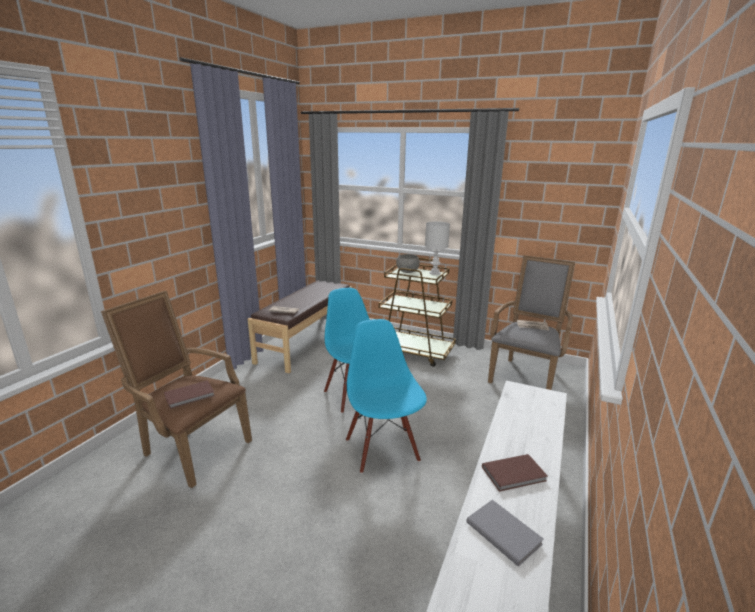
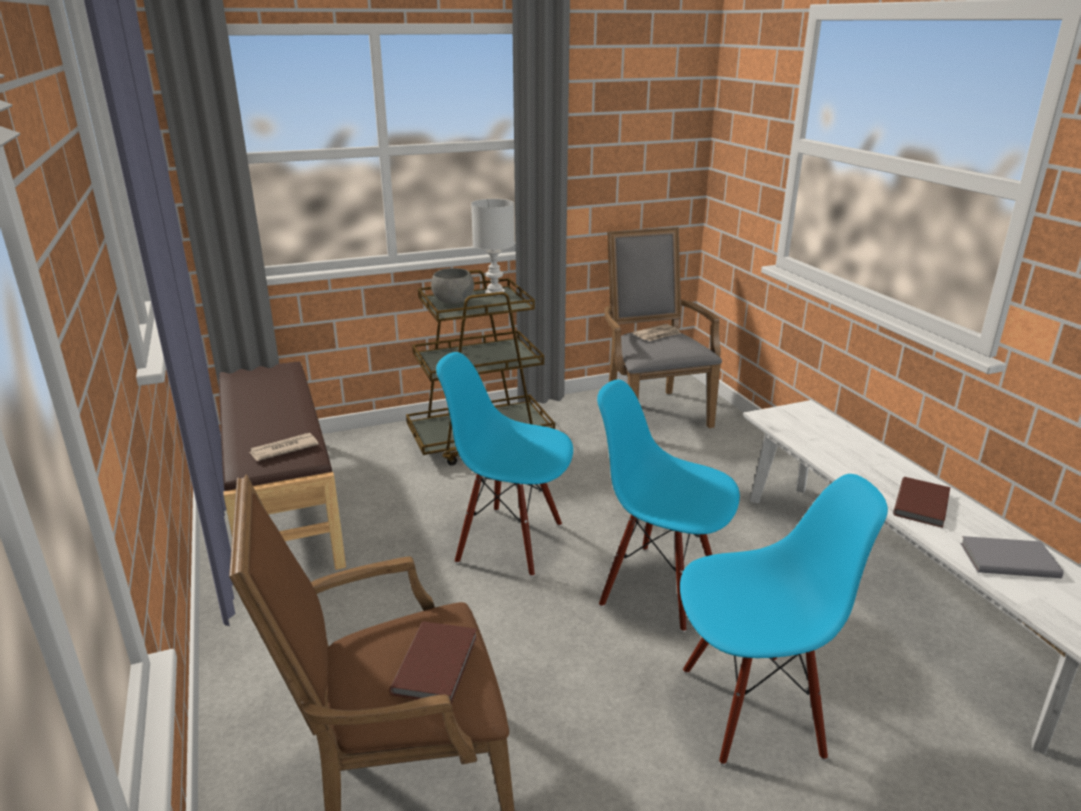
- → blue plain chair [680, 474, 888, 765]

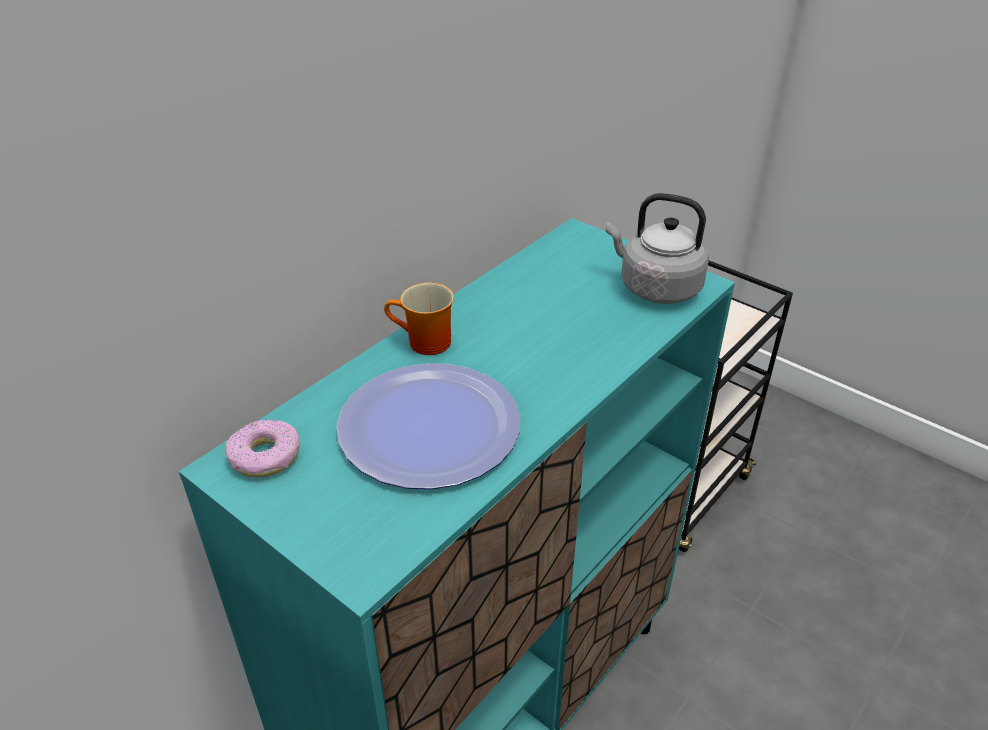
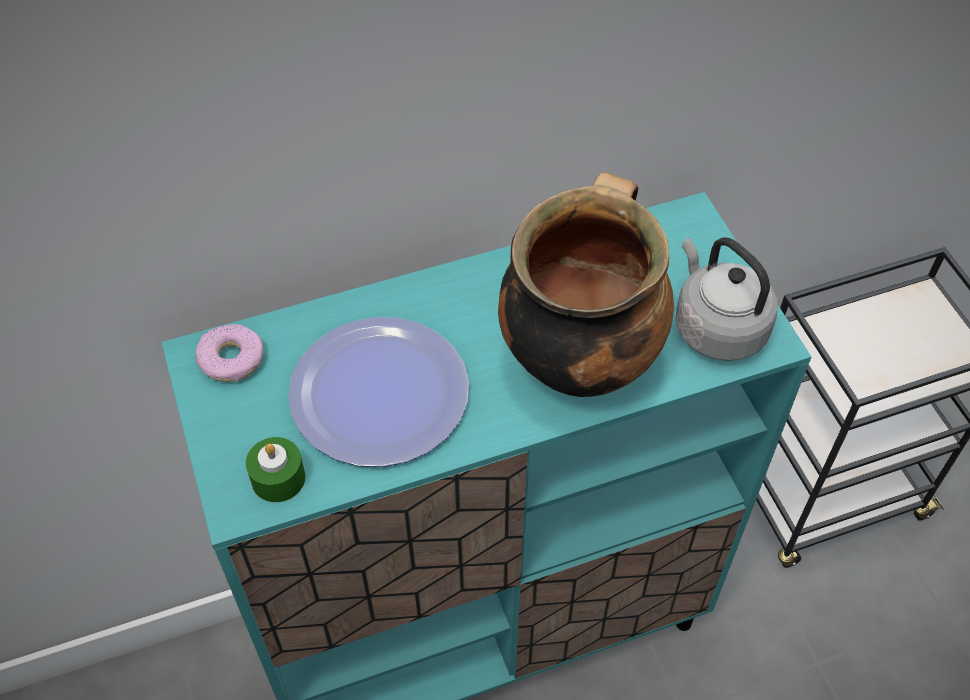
- → greenish wax candle [246, 437, 305, 502]
- → saucepot [498, 172, 674, 397]
tea mug [384, 283, 454, 355] → -

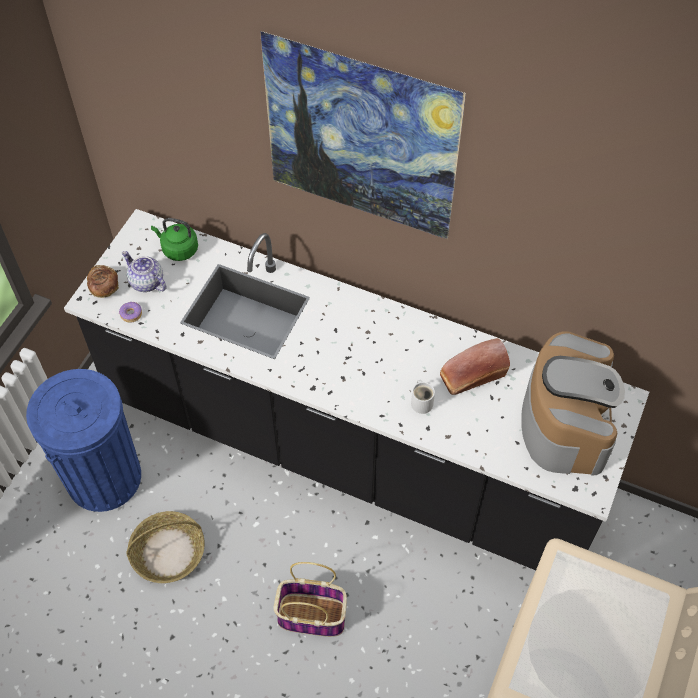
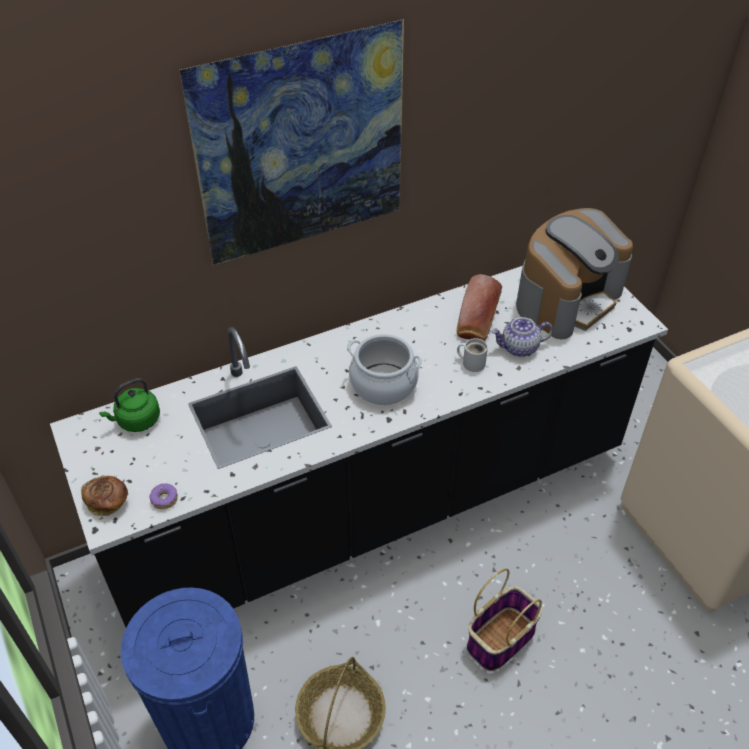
- → saucepot [347, 334, 422, 405]
teapot [122, 251, 167, 292] → teapot [491, 317, 553, 357], moved
coffee brewer [521, 331, 625, 476] → coffee brewer [516, 208, 633, 340], 90 degrees clockwise

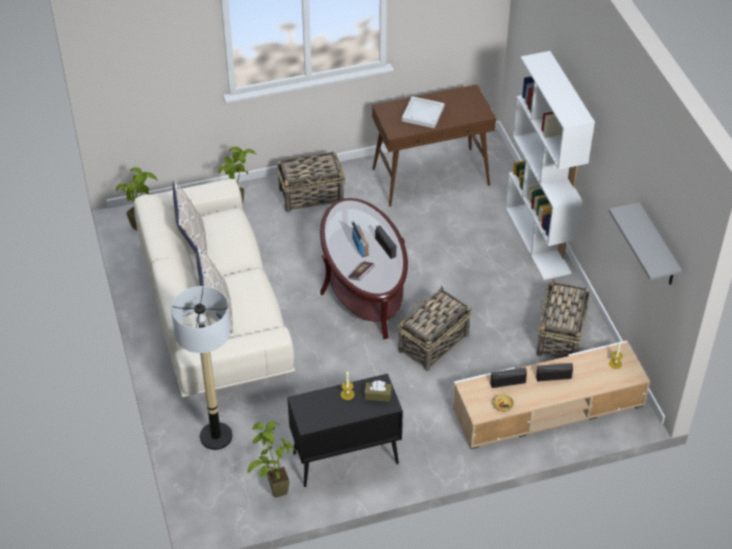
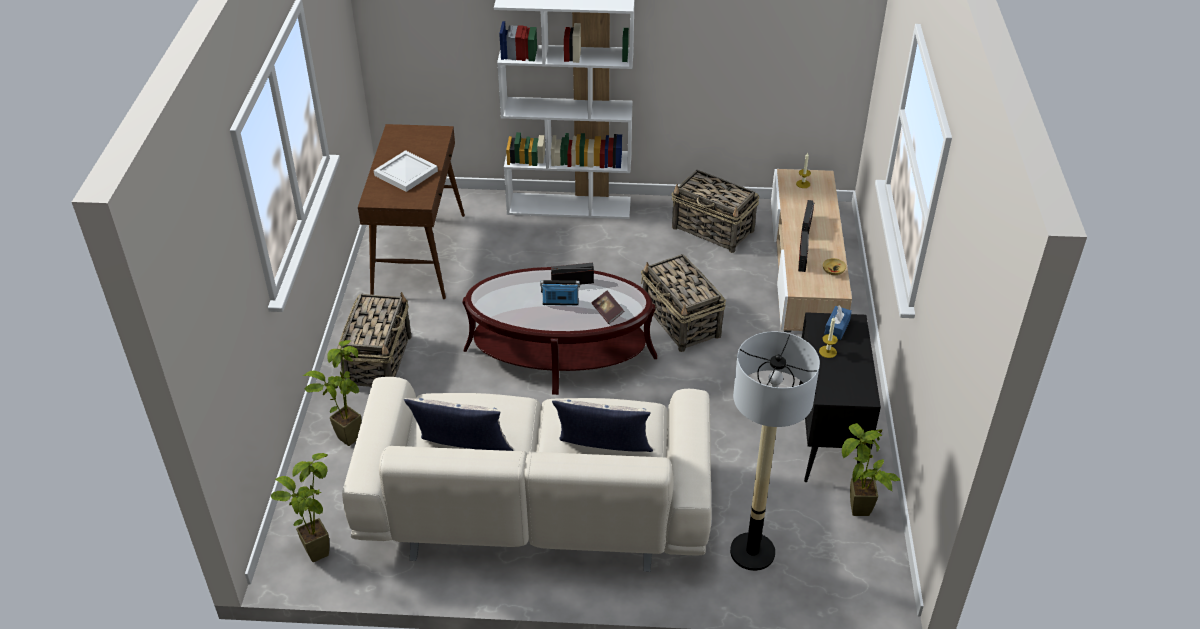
brown-coloured box of tissues [364, 381, 392, 402] → blue box of tissues [824, 305, 852, 340]
grey shelf [609, 202, 682, 285] → -

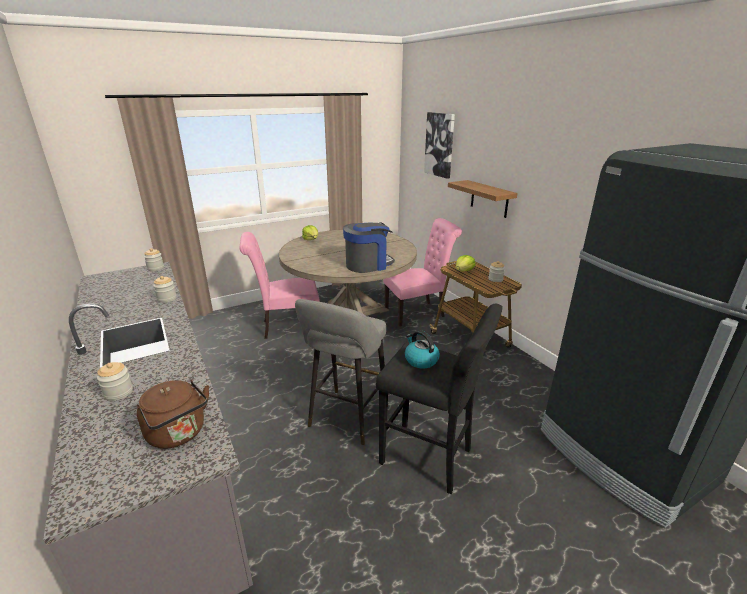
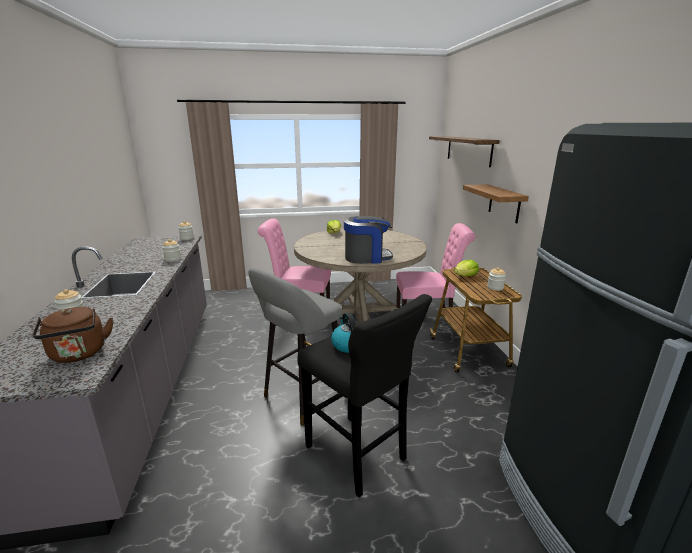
wall art [424, 112, 455, 179] → shelf [429, 136, 500, 167]

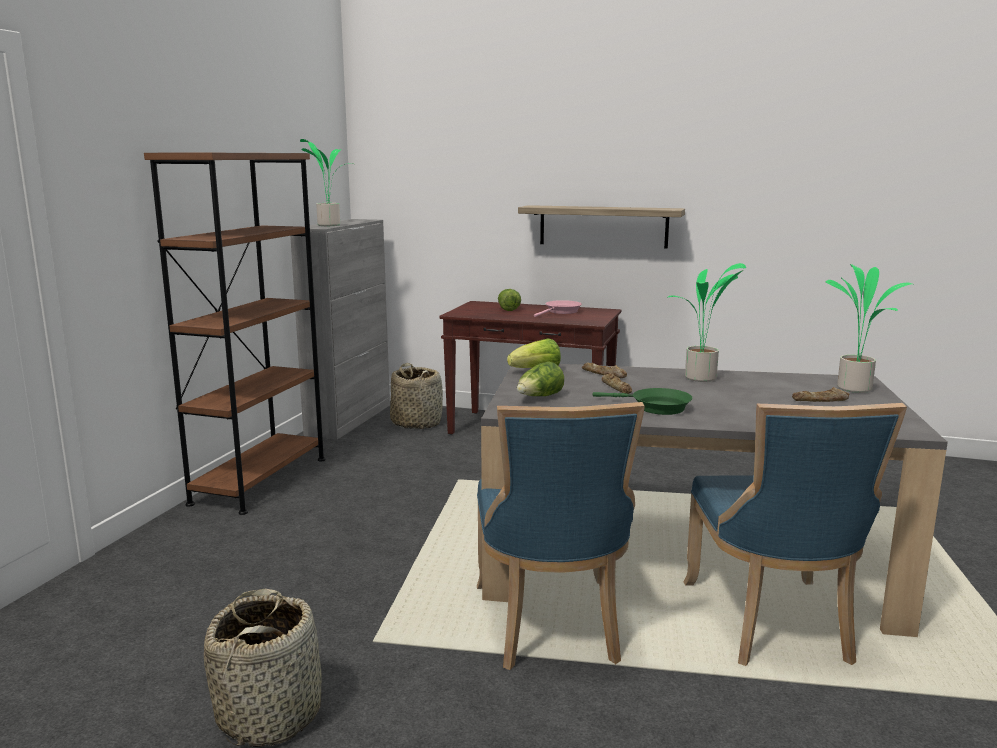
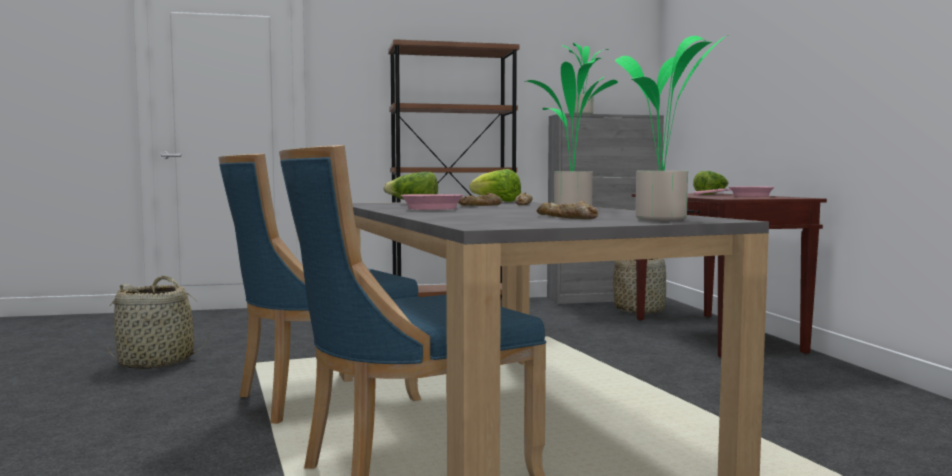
greenish frying pan [592, 388, 692, 415] → pink-coloured frying pan [401, 194, 464, 210]
shelf [518, 205, 685, 249] → -

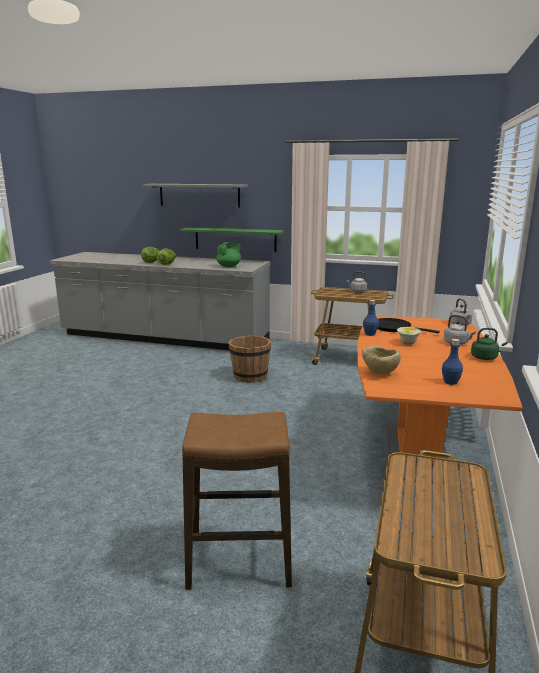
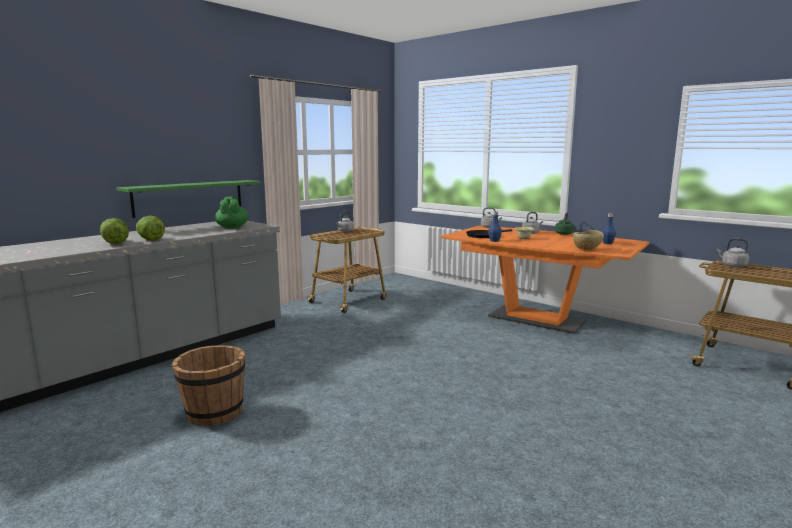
brown-coloured pail [228, 335, 271, 383] → brown-coloured pail [172, 345, 245, 426], moved
- → grey kettle [717, 239, 749, 267]
grey shelf [143, 184, 248, 207] → -
stool seat [182, 412, 292, 590] → -

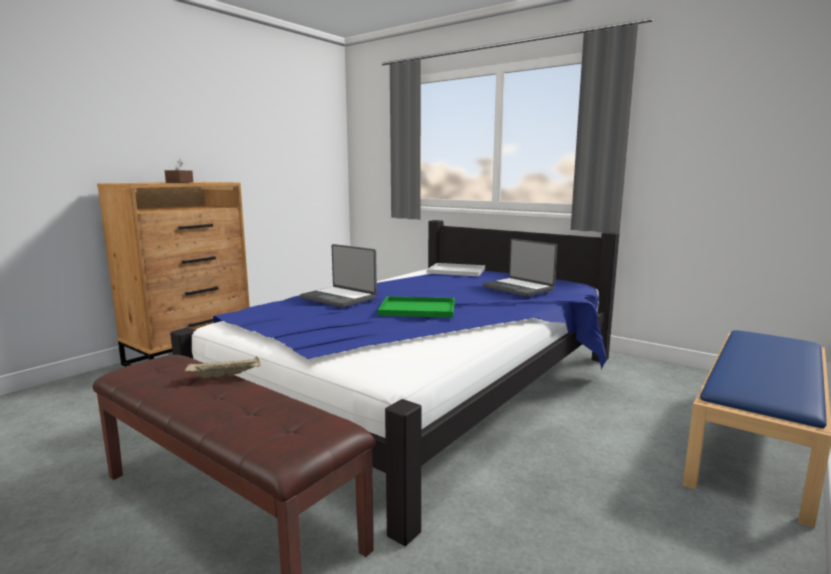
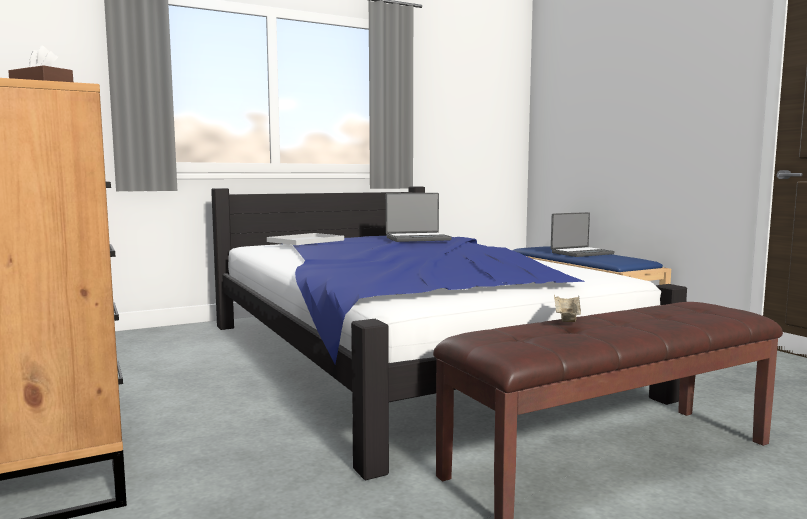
portable computer [300, 244, 377, 307] → portable computer [551, 212, 614, 257], moved
greenish serving tray [378, 296, 455, 318] → -

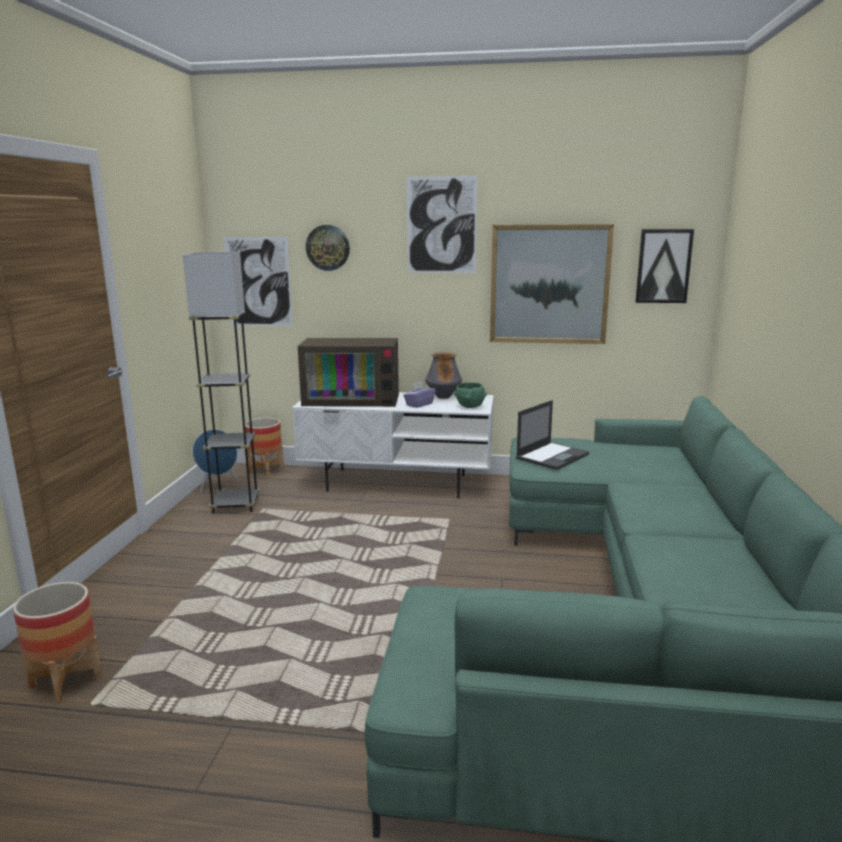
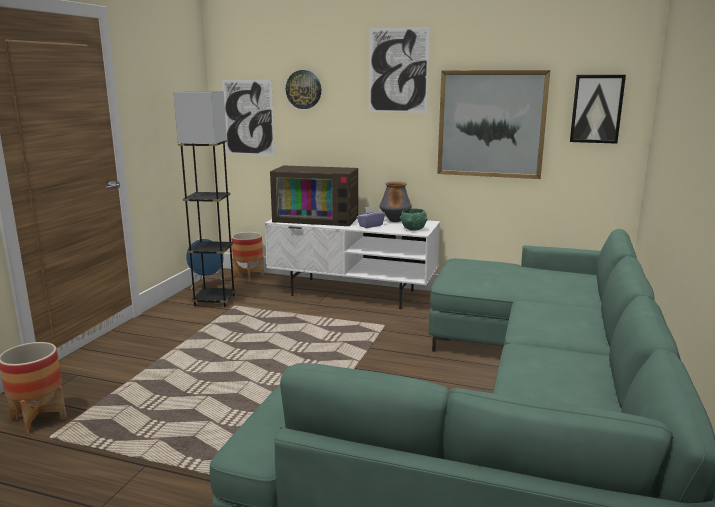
portable computer [516, 400, 589, 470] → -

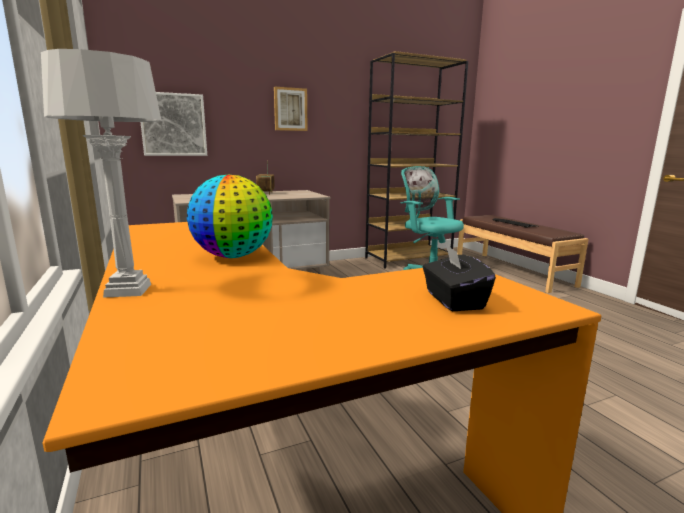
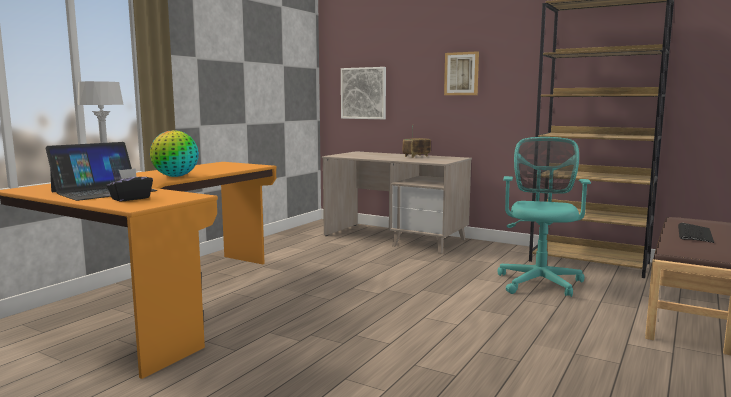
- → portable computer [45, 142, 157, 201]

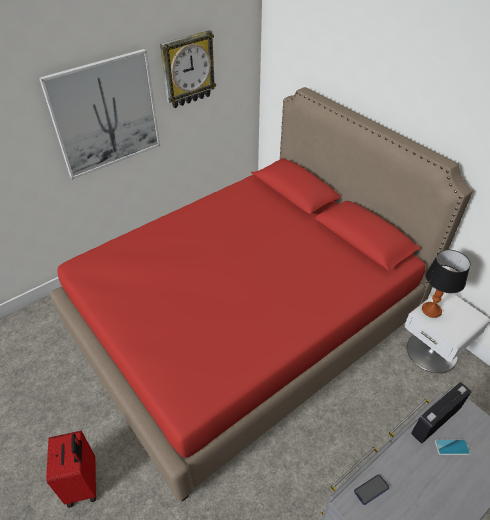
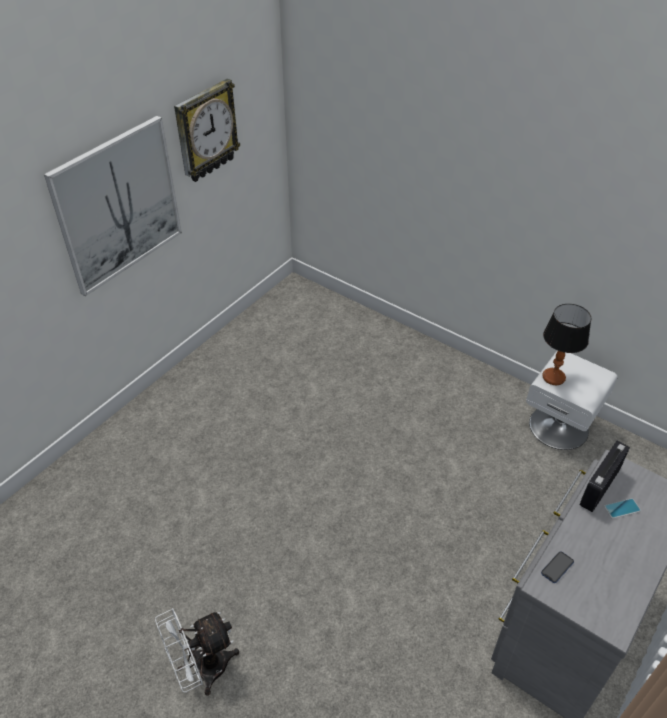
reddish suitcase [46, 431, 96, 508] → white-coloured fan [155, 608, 239, 696]
reddish sleeping bed [50, 87, 473, 501] → -

